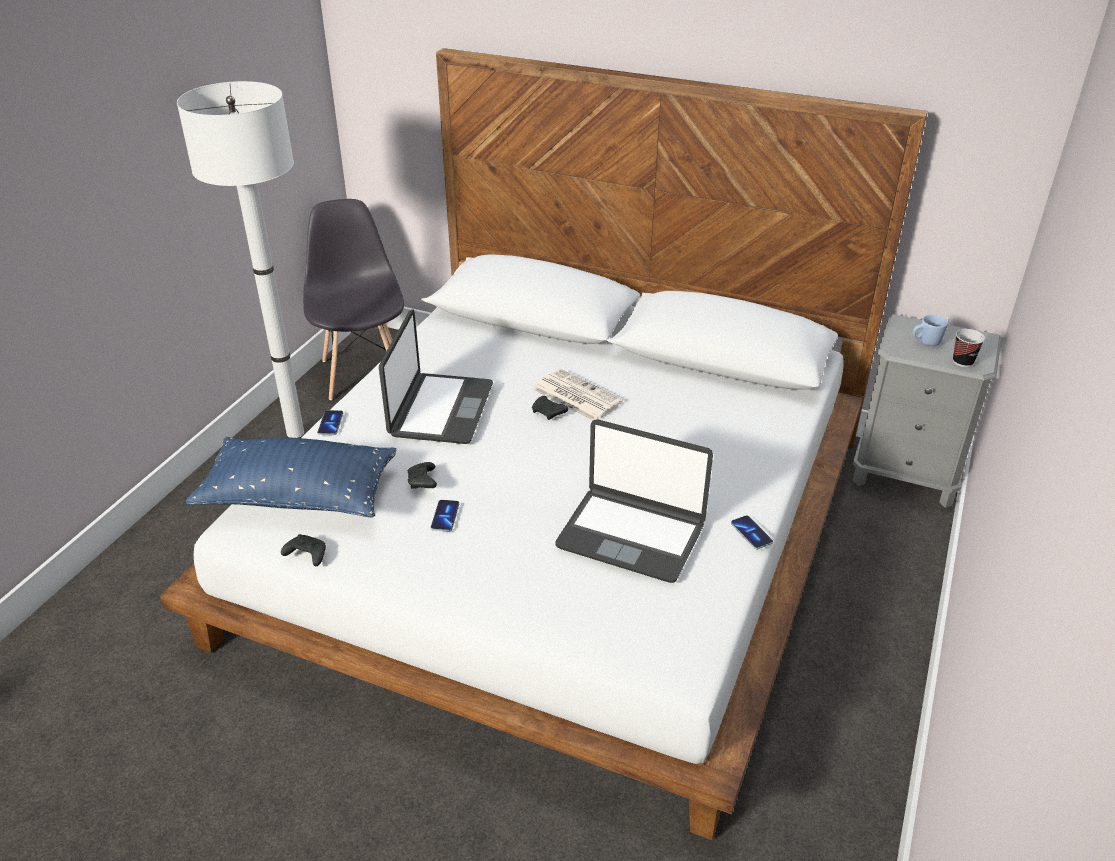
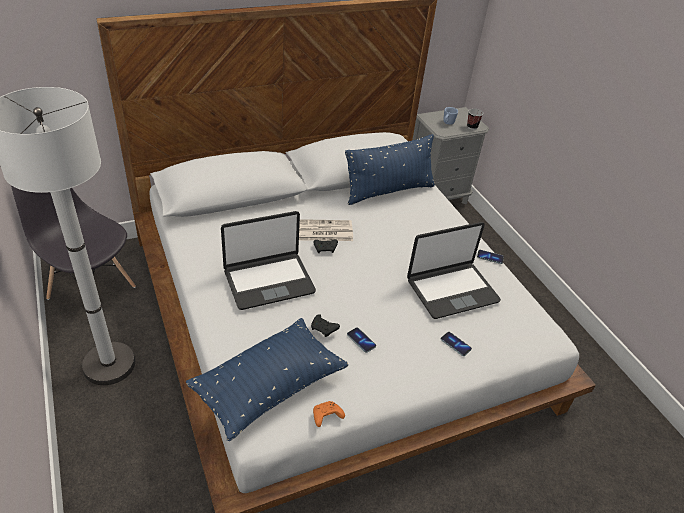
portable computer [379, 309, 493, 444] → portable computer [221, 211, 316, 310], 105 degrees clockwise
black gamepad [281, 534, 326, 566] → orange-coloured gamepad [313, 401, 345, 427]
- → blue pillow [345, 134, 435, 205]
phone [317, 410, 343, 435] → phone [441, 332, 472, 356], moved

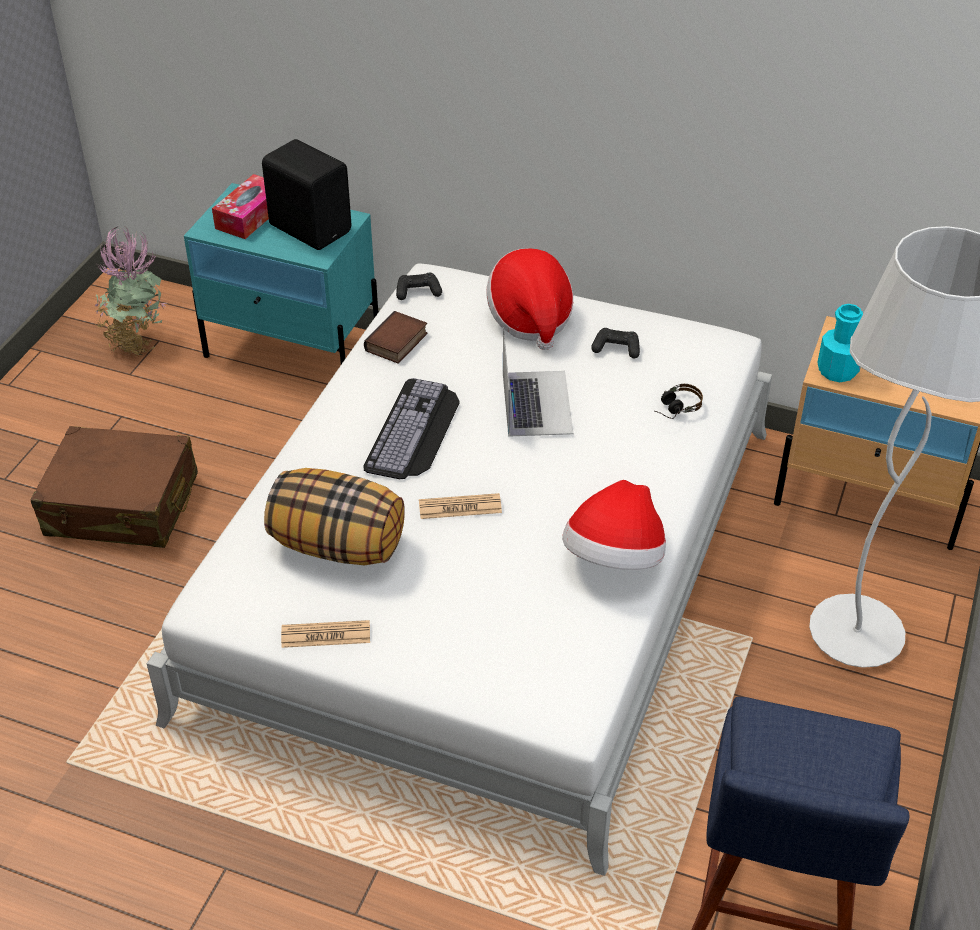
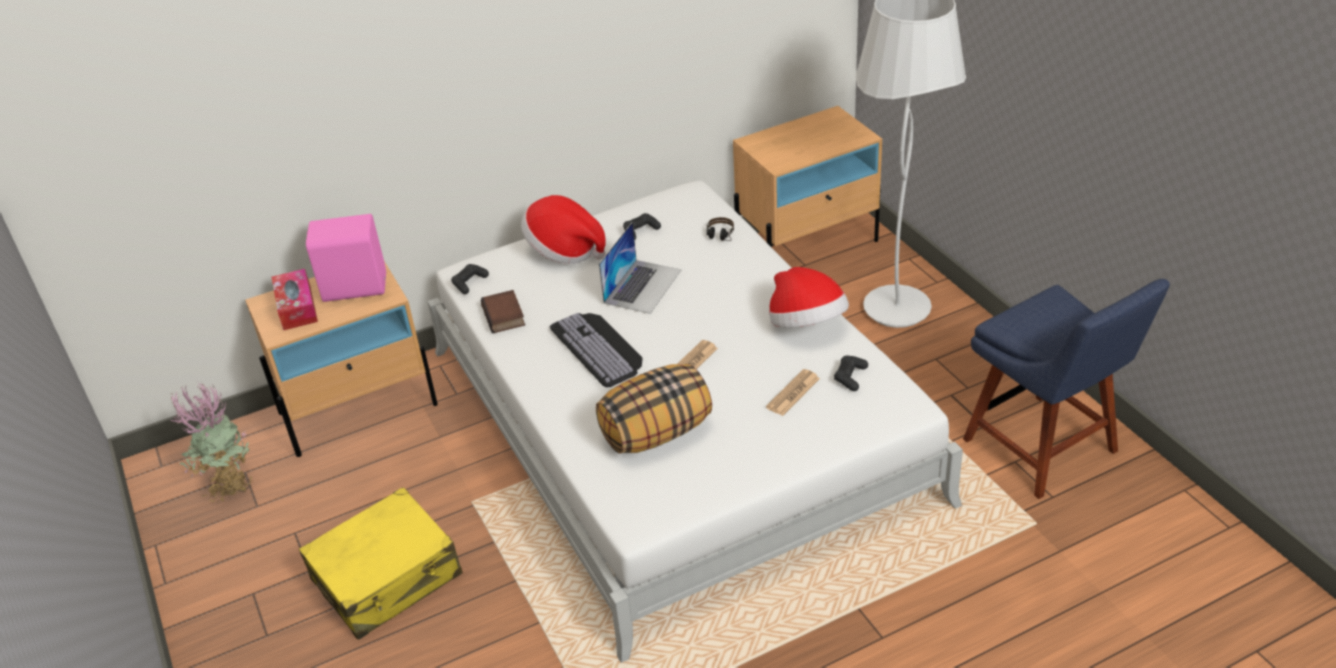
turquoise-coloured night table [184, 183, 378, 364] → beige-coloured night table [245, 261, 438, 457]
brown-coloured suitcase [31, 426, 198, 548] → yellow suitcase [299, 487, 463, 640]
black loudspeaker [262, 139, 351, 250] → pink-coloured loudspeaker [306, 214, 386, 302]
portable computer [503, 327, 573, 437] → portable computer [599, 222, 681, 314], 75 degrees clockwise
daily paper [281, 620, 370, 648] → daily paper [766, 369, 820, 416], moved
- → black gamepad [834, 356, 868, 391]
turquoise-coloured drink bottle [818, 304, 863, 382] → -

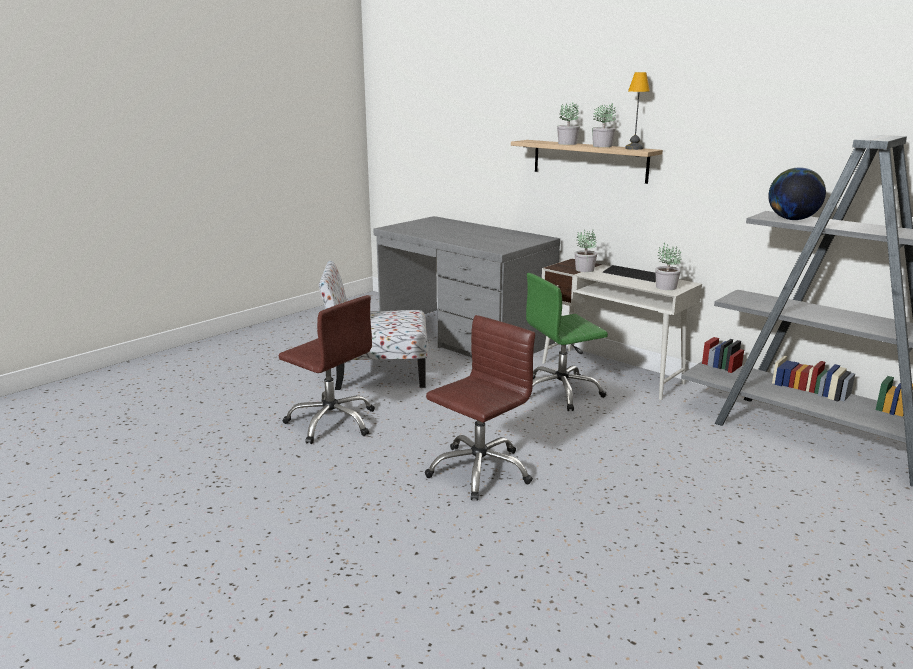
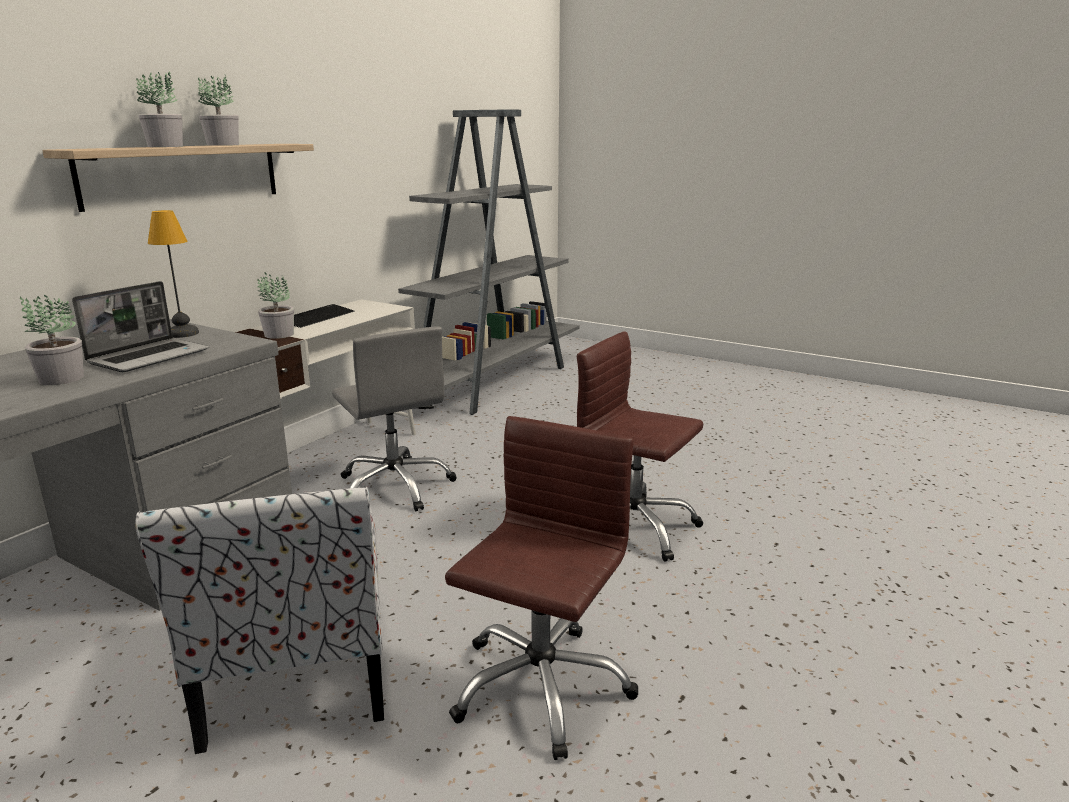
houseplant [655, 243, 681, 290] → houseplant [20, 295, 84, 385], moved
- → portable computer [72, 281, 209, 372]
lamp for a table [625, 72, 650, 150] → lamp for a table [148, 210, 199, 338], moved
greenish desk chair [526, 273, 608, 411] → grey desk chair [332, 326, 456, 511]
globe [768, 167, 826, 220] → -

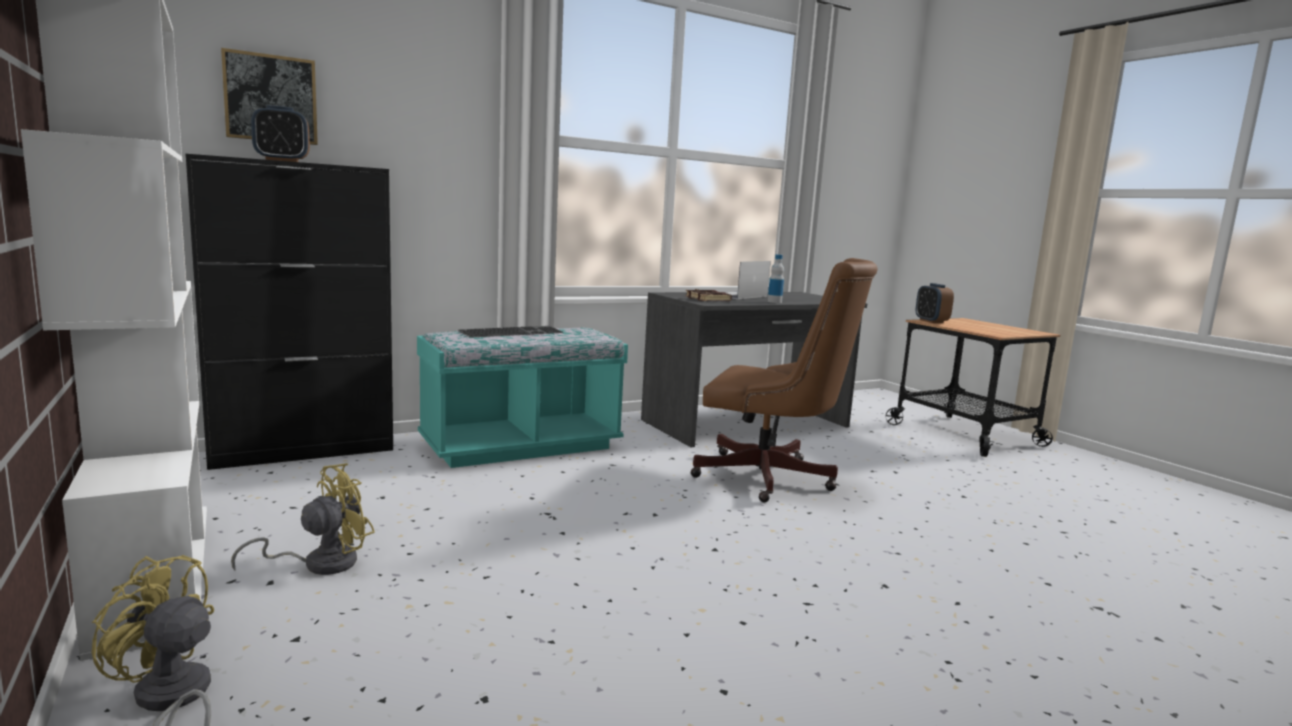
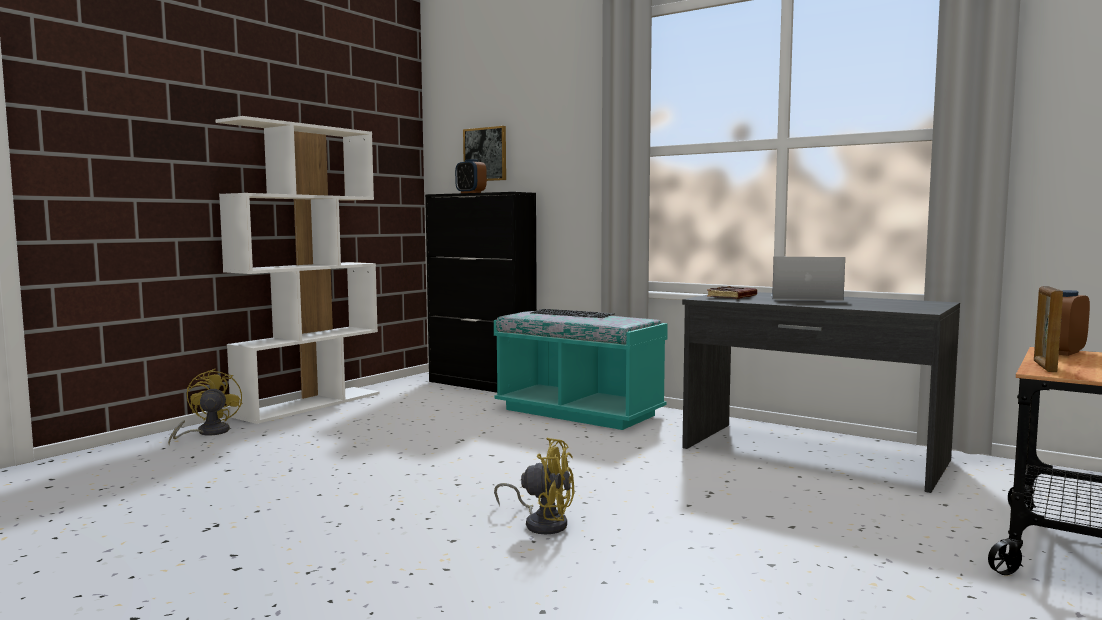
yellow fan [231, 463, 375, 575] → yellow fan [494, 438, 575, 534], moved
- → standing frame [1034, 286, 1063, 372]
brown-coloured desk chair [690, 258, 878, 502] → -
drink bottle [768, 254, 784, 303] → -

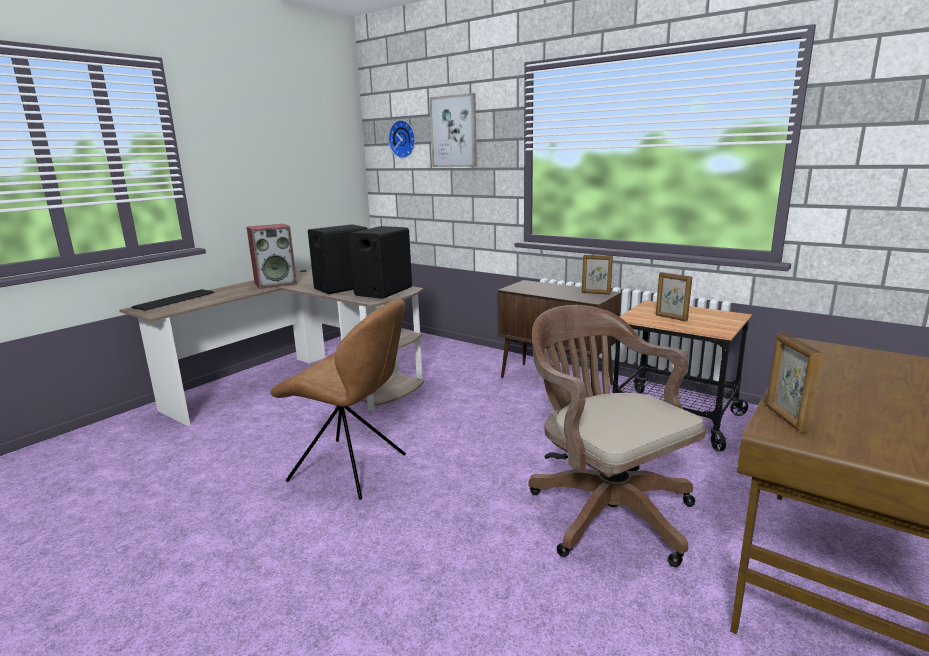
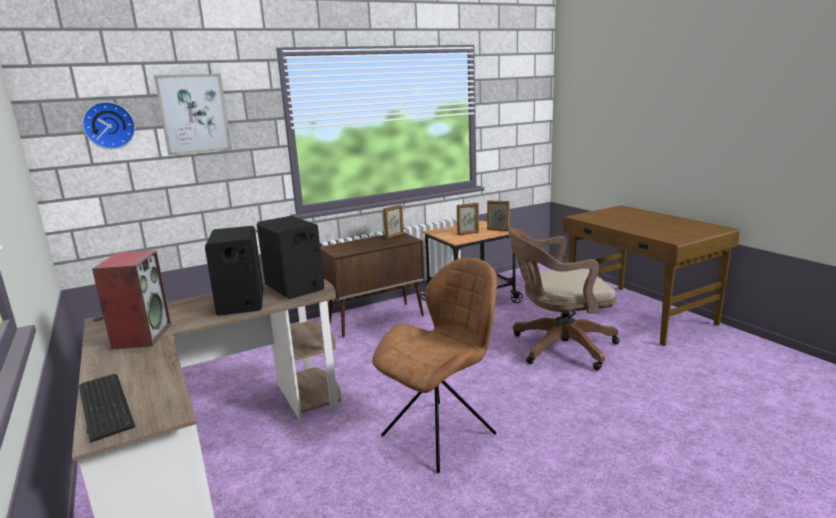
standing frame [766, 333, 823, 433] → standing frame [487, 200, 510, 231], moved

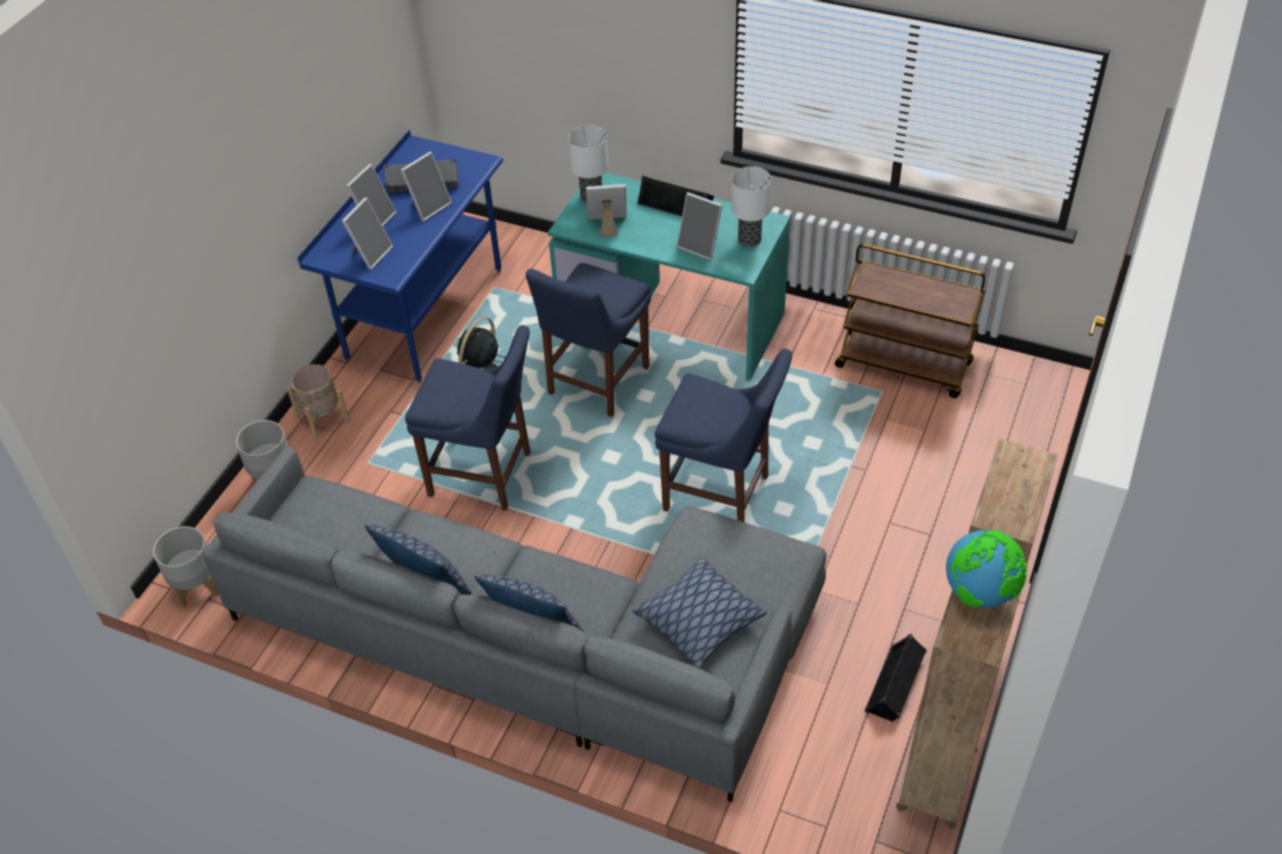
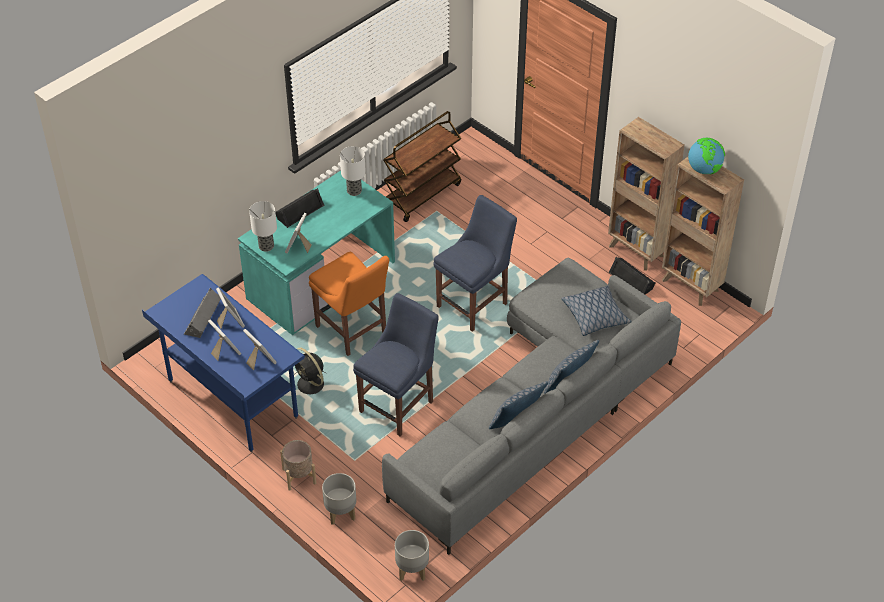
blue plain chair [526, 263, 651, 417] → orange-coloured plain chair [309, 252, 389, 356]
standing frame [677, 192, 723, 260] → -

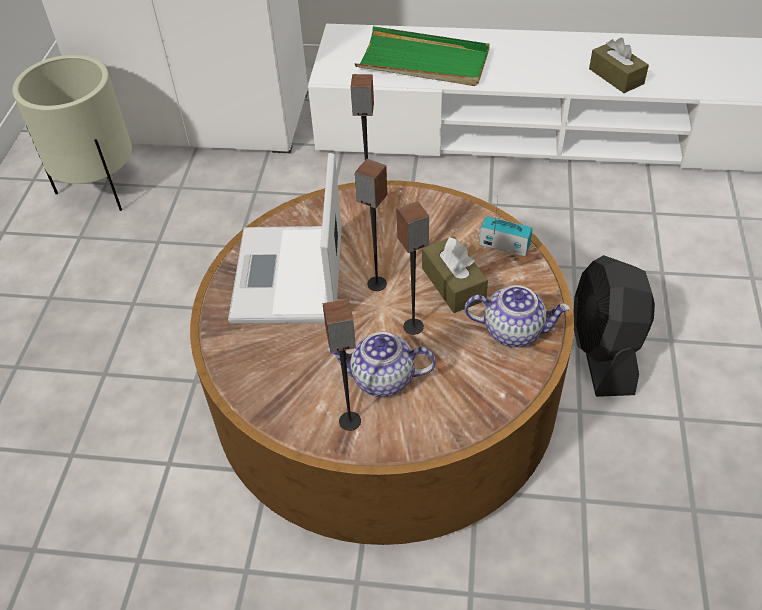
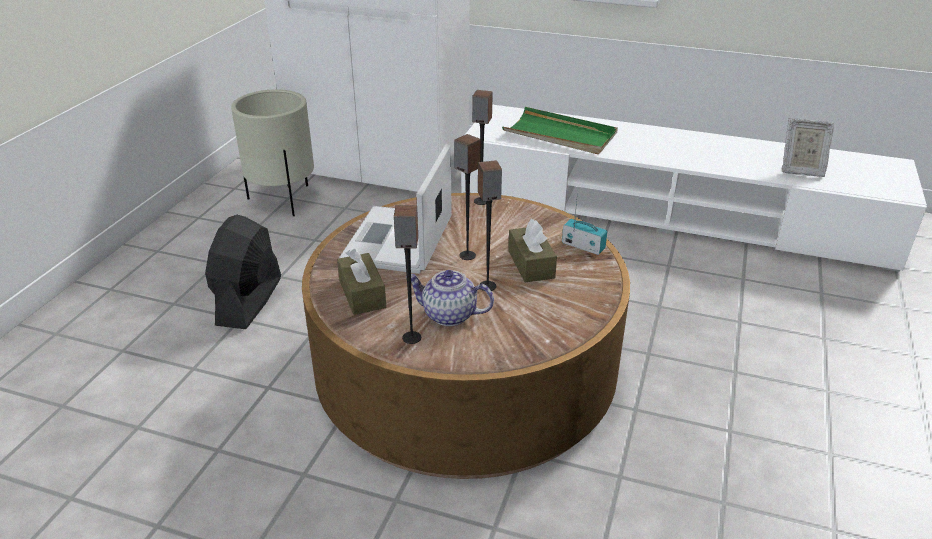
black fan [573, 255, 655, 397] → black fan [205, 215, 281, 329], moved
brown-coloured box of tissues [589, 38, 649, 93] → brown-coloured box of tissues [337, 249, 386, 315], moved
- → standing frame [782, 118, 834, 177]
teapot [465, 285, 570, 347] → -

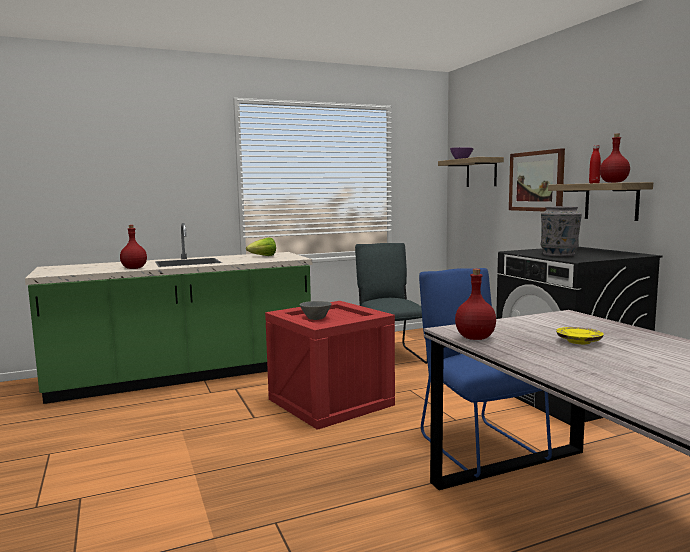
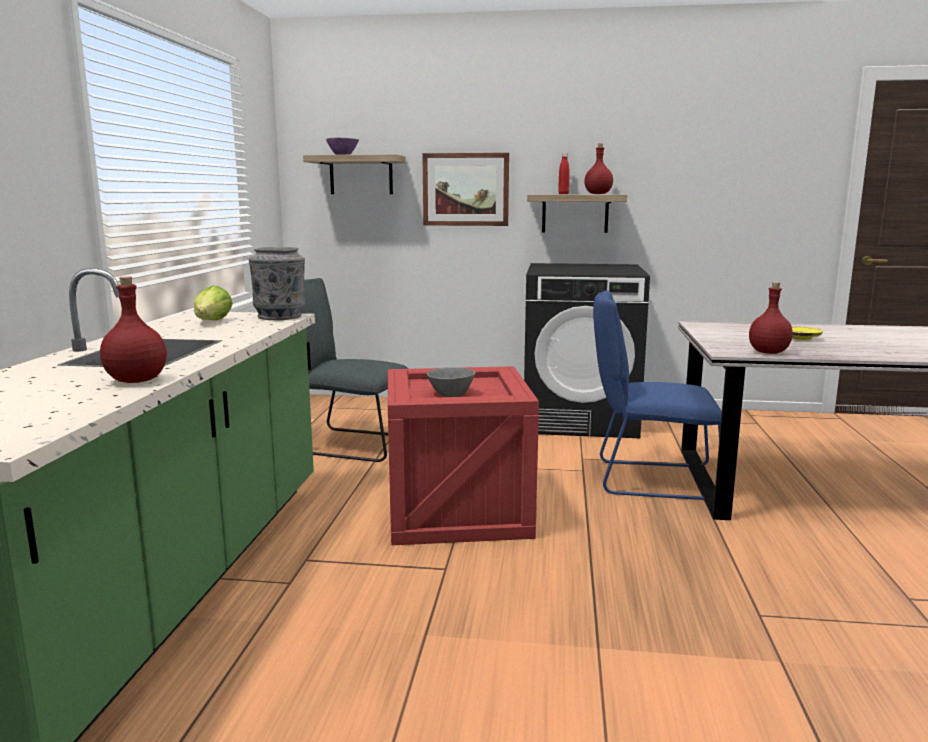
grey decorative vase [541, 206, 582, 256] → grey decorative vase [249, 247, 305, 320], moved

